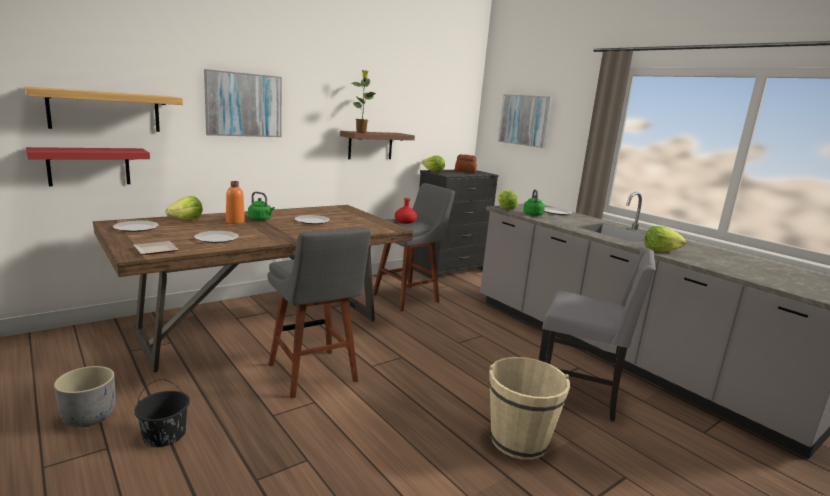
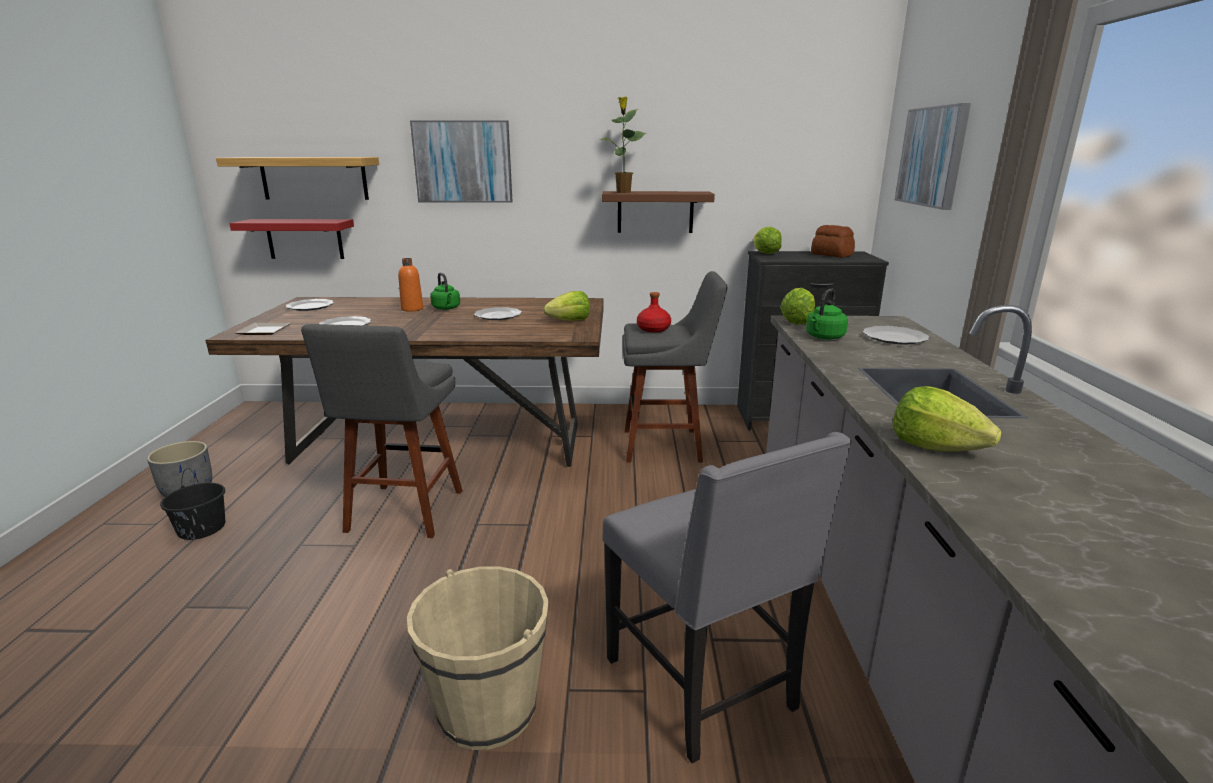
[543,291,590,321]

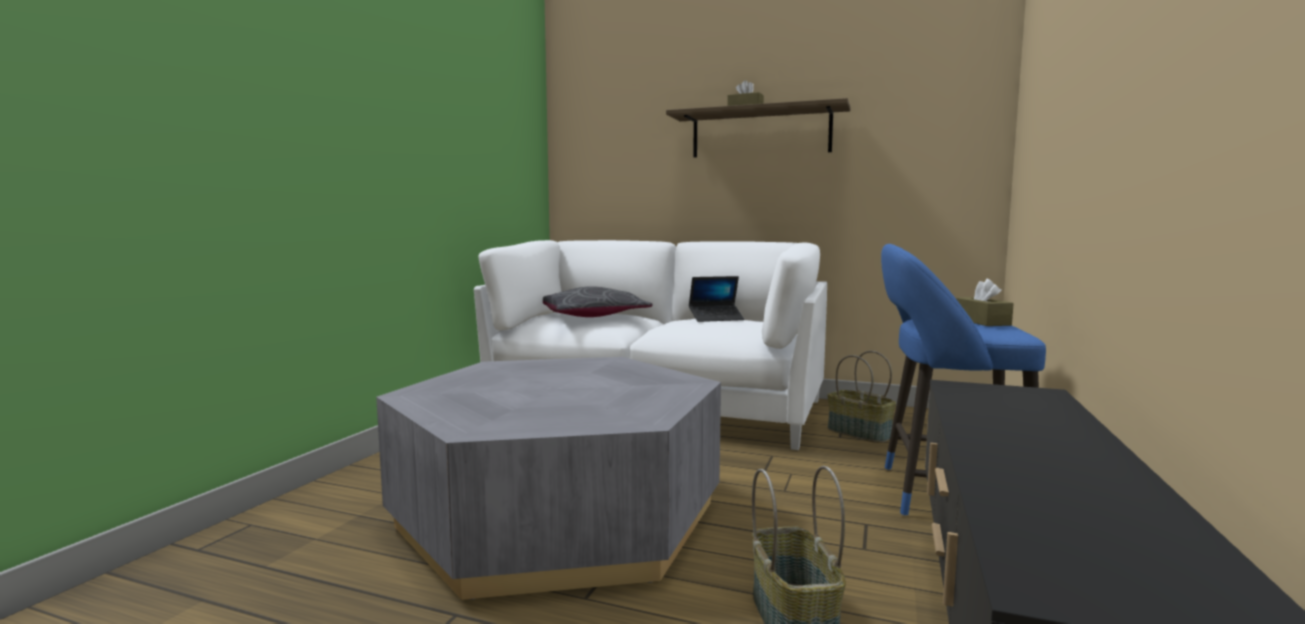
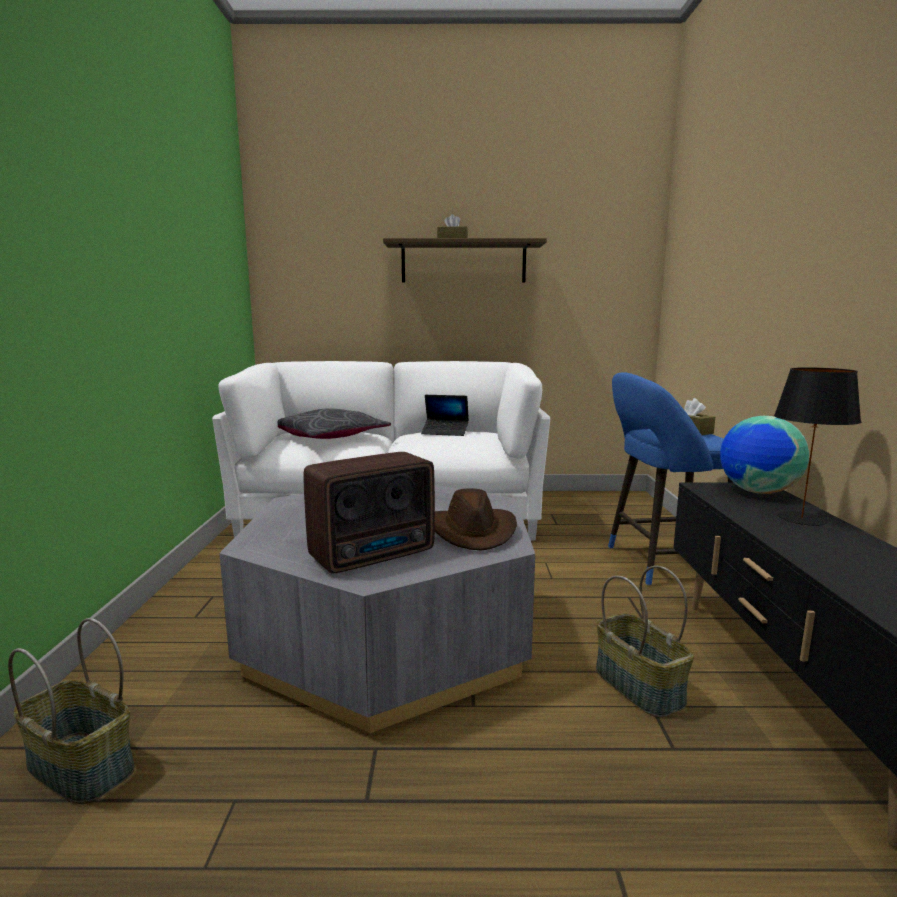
[8,618,135,804]
[303,452,435,574]
[421,395,469,436]
[435,488,517,551]
[720,416,809,494]
[774,367,861,526]

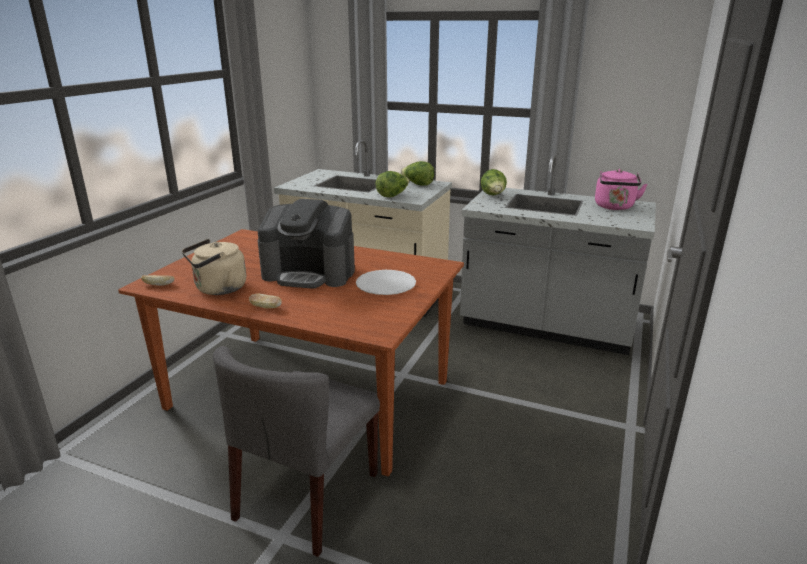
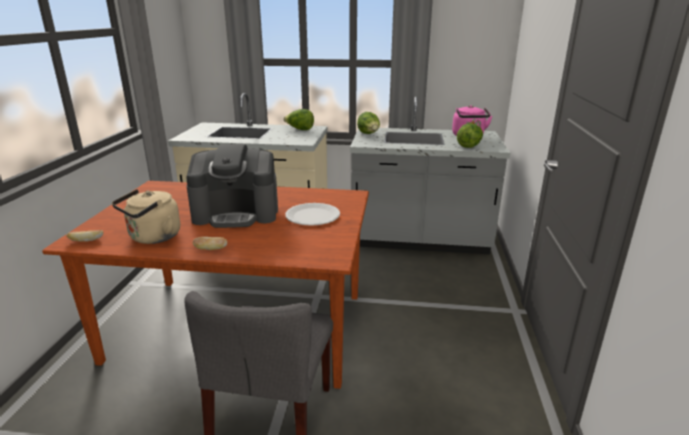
[457,123,483,148]

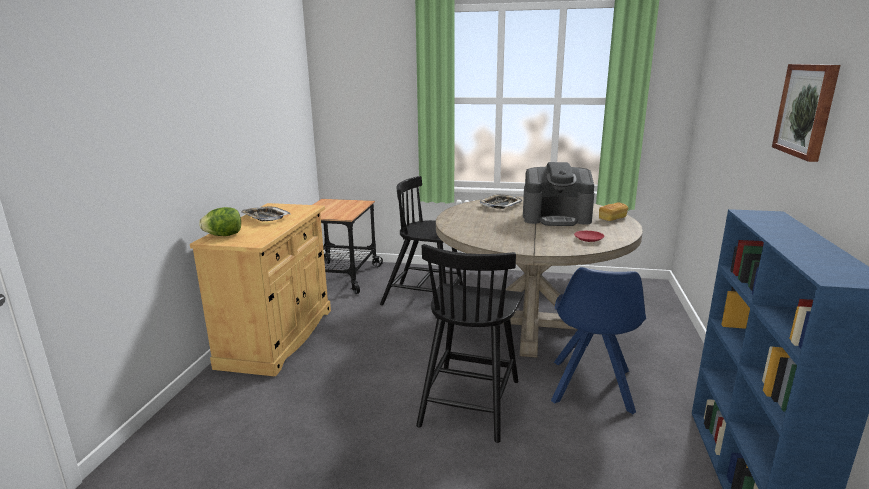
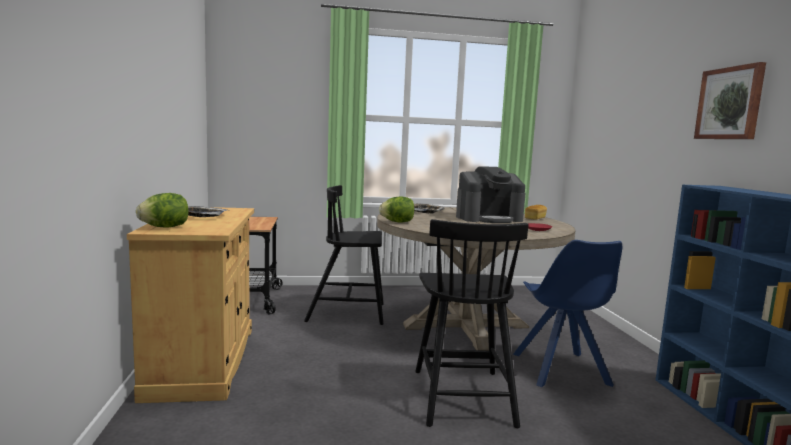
[379,197,414,223]

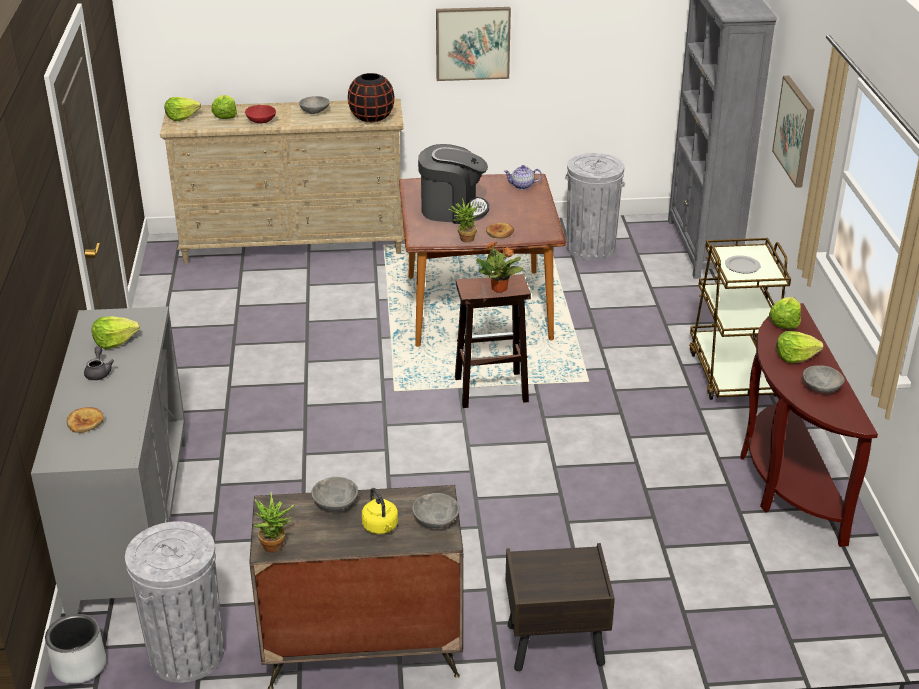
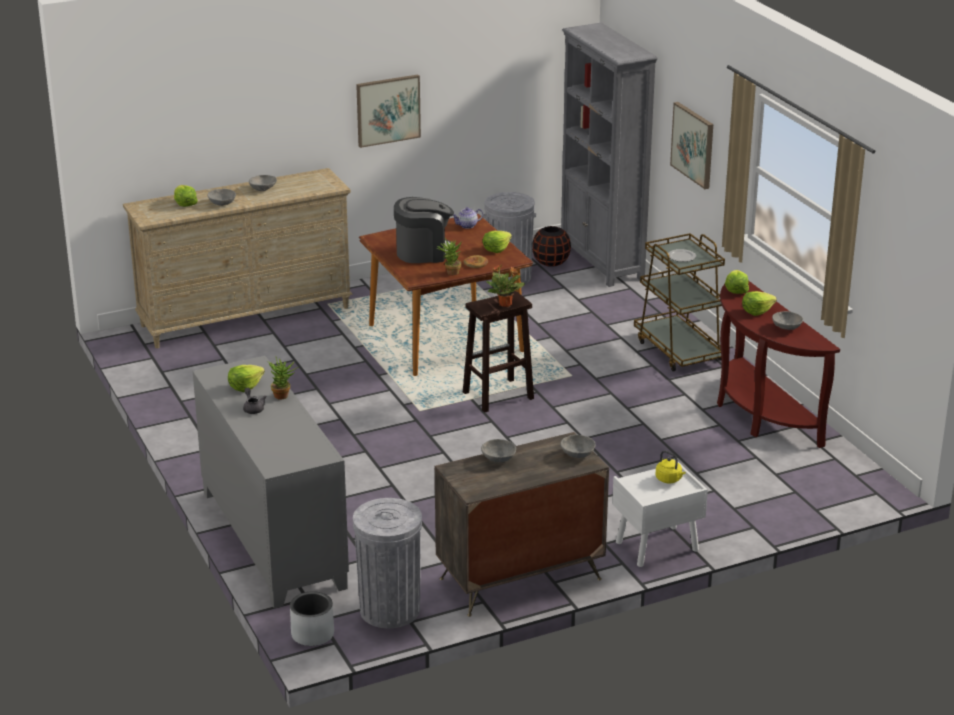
[207,189,236,206]
[268,356,299,399]
[482,231,512,253]
[532,226,571,267]
[612,462,708,567]
[656,450,686,483]
[67,407,104,433] (first image)

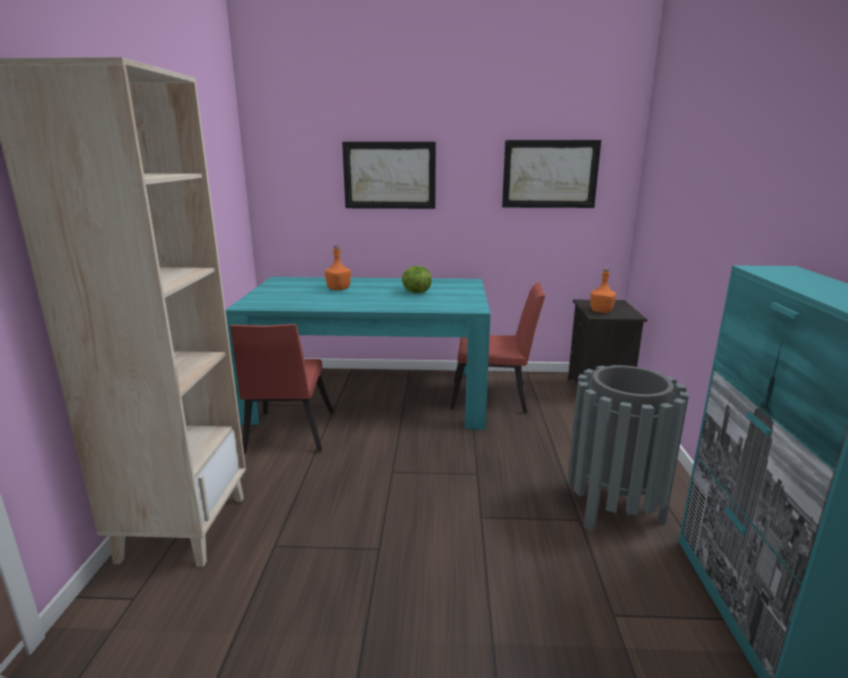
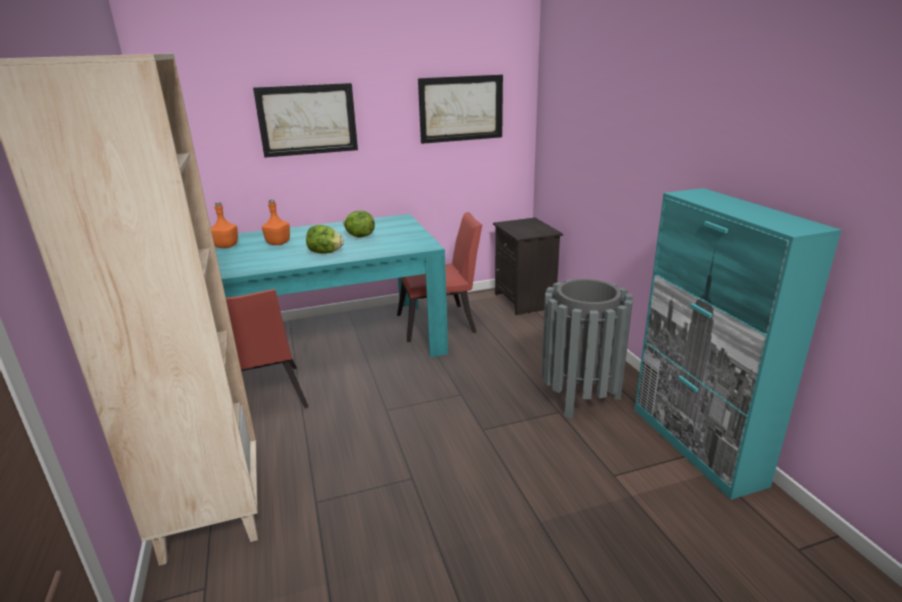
[211,202,238,248]
[306,225,344,253]

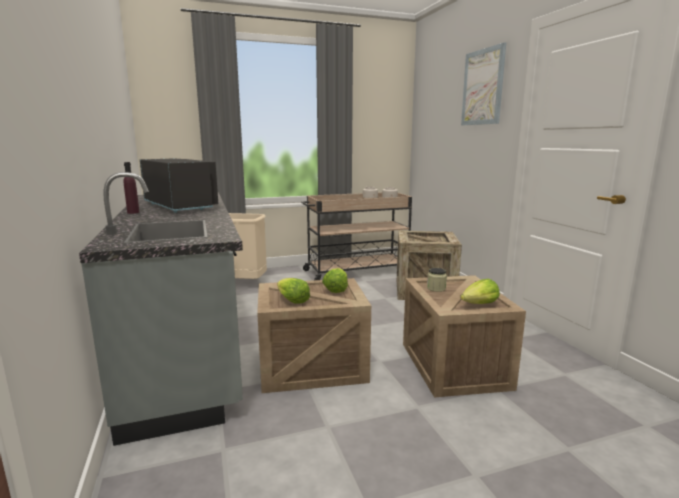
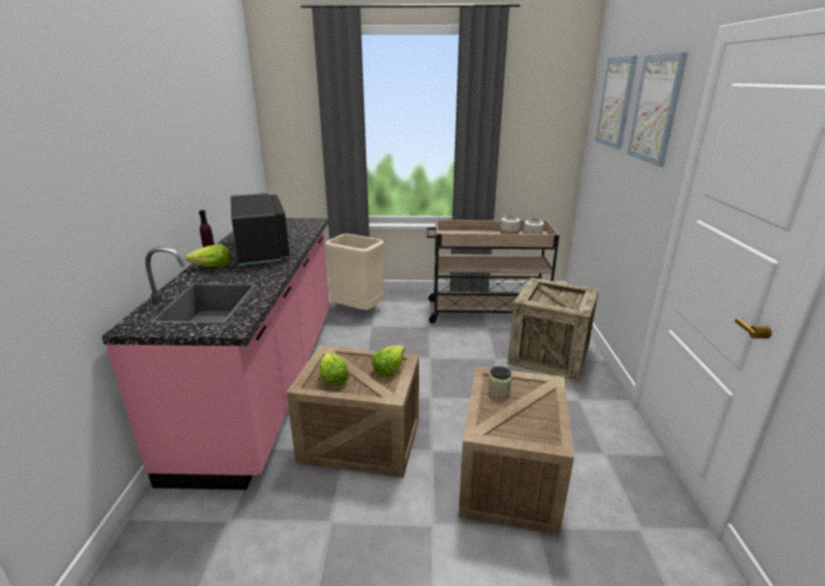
[102,218,330,490]
[185,244,231,267]
[595,55,638,150]

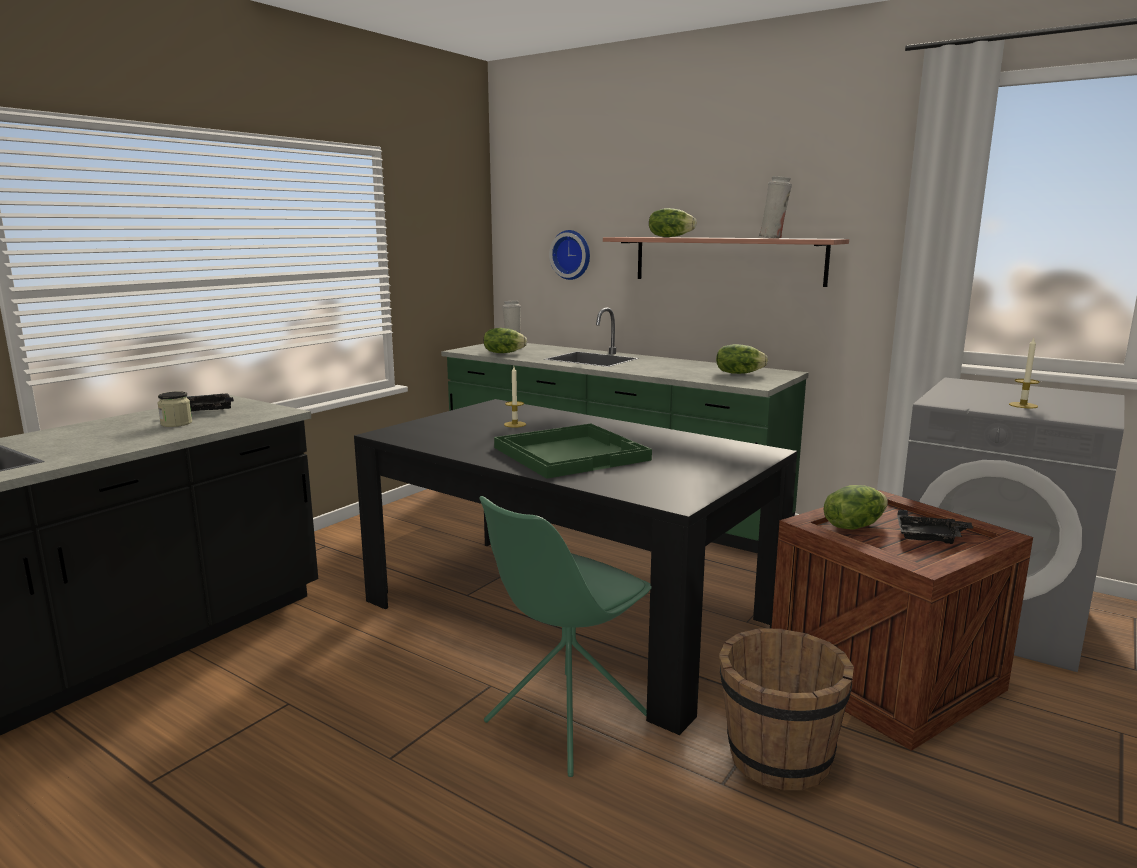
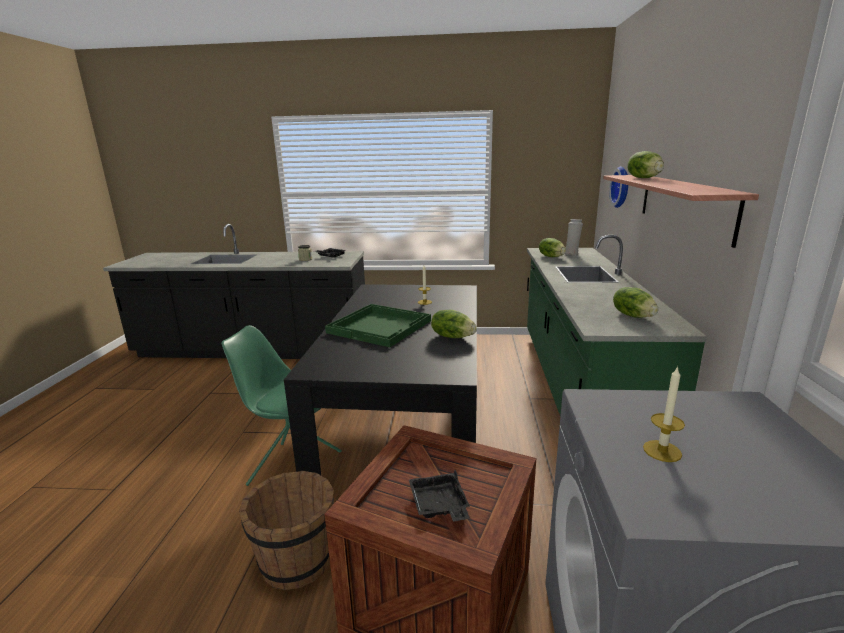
[431,310,477,338]
[759,176,792,238] (first image)

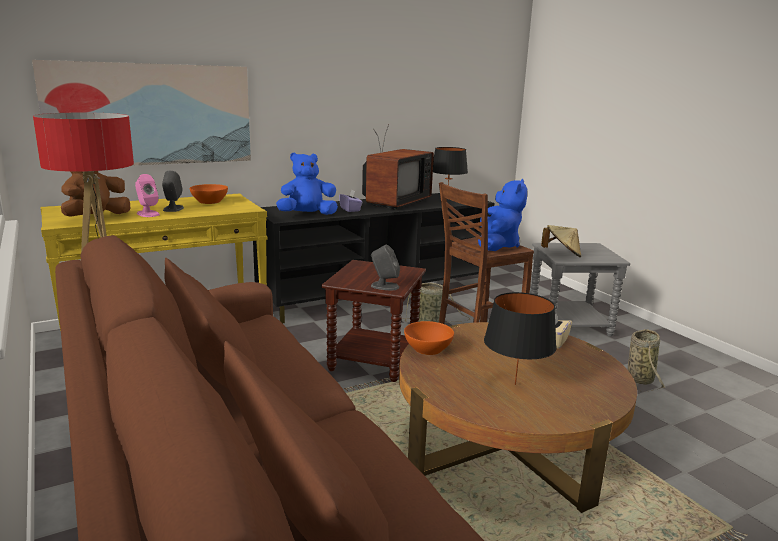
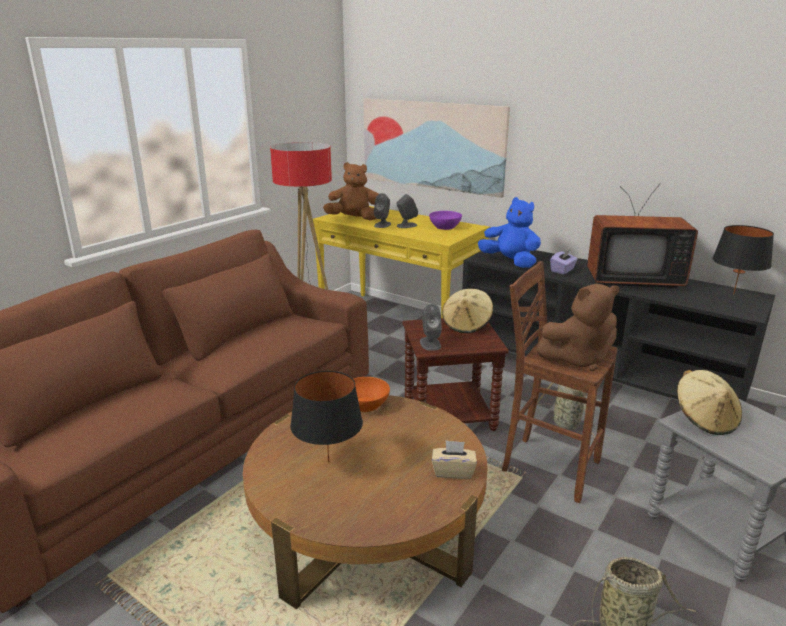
[374,193,391,228]
[429,211,462,230]
[442,289,493,333]
[536,284,619,371]

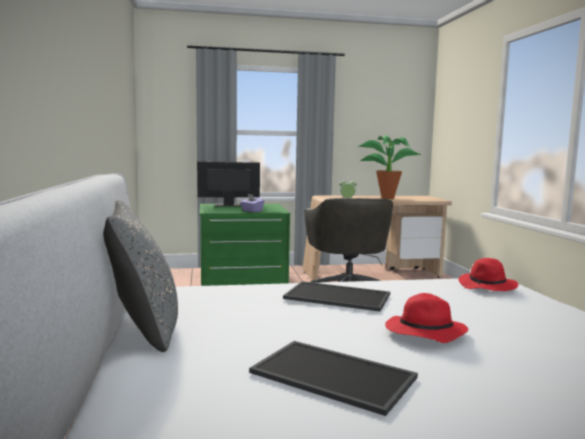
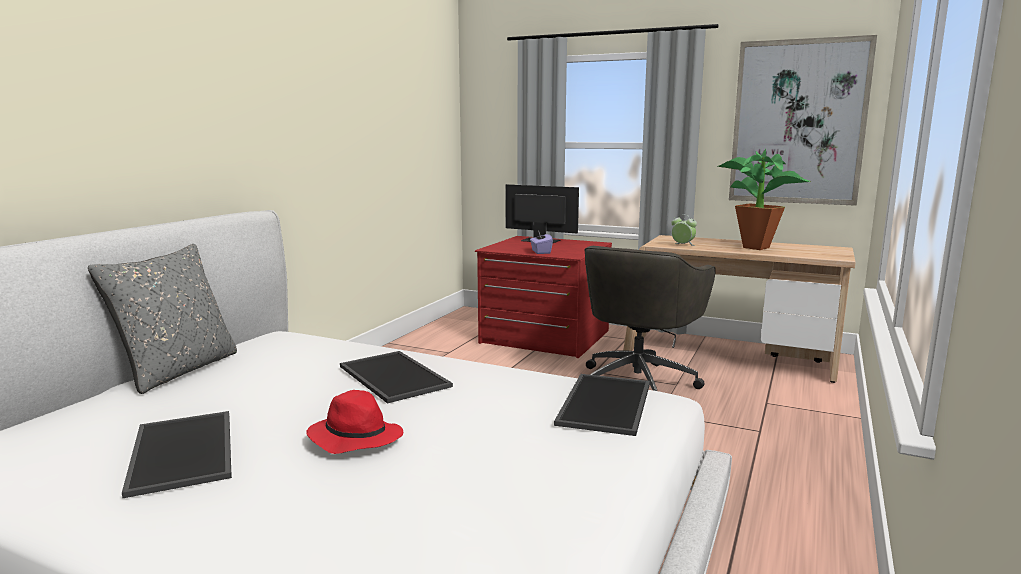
[475,236,612,358]
[554,374,650,436]
[729,35,877,206]

